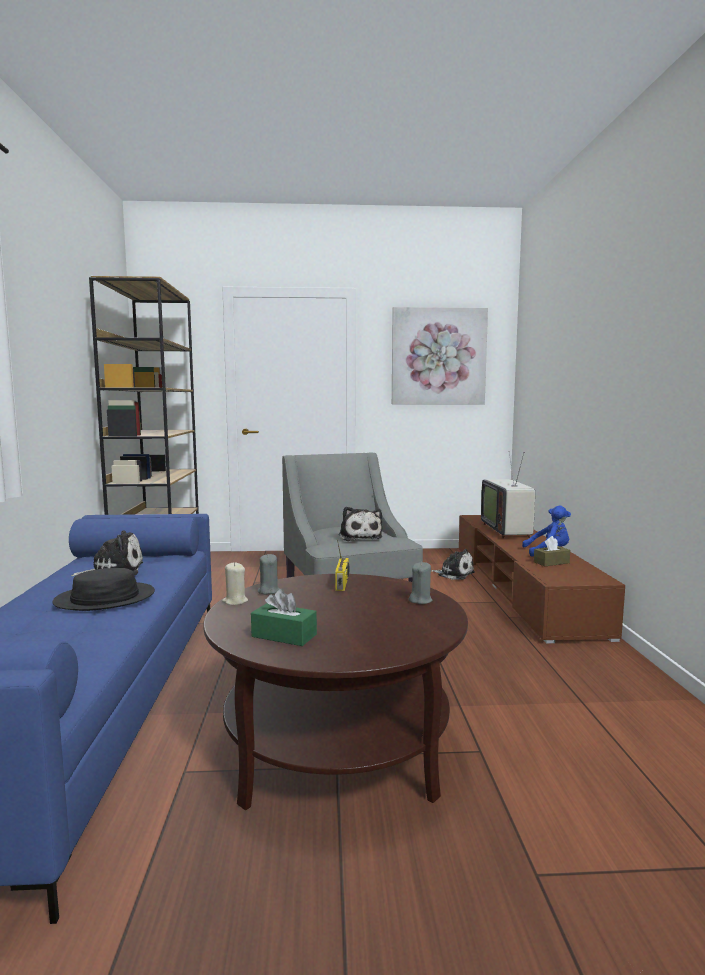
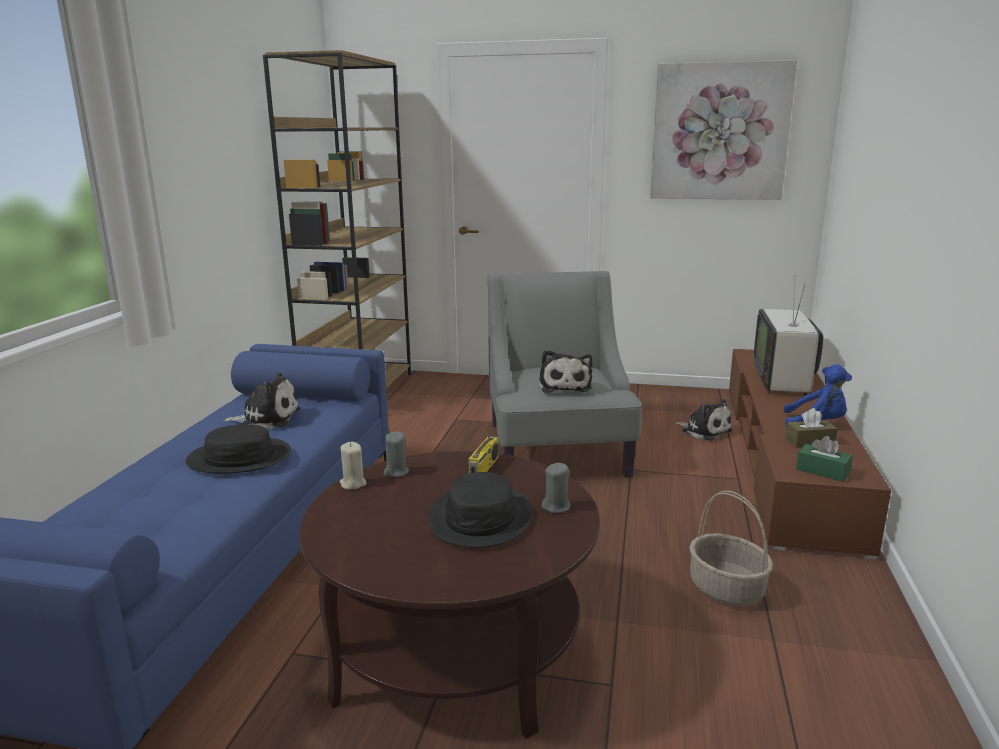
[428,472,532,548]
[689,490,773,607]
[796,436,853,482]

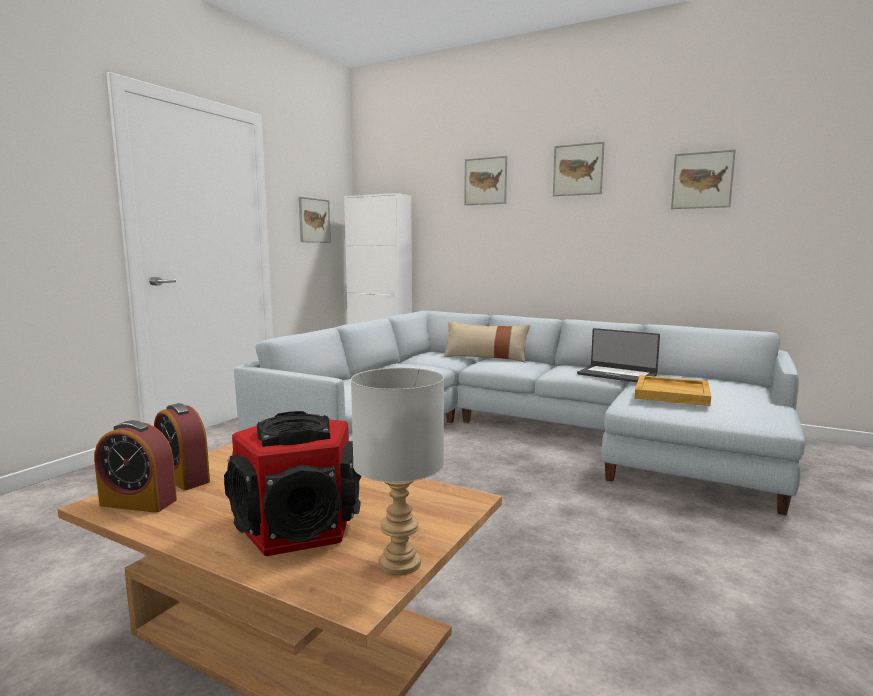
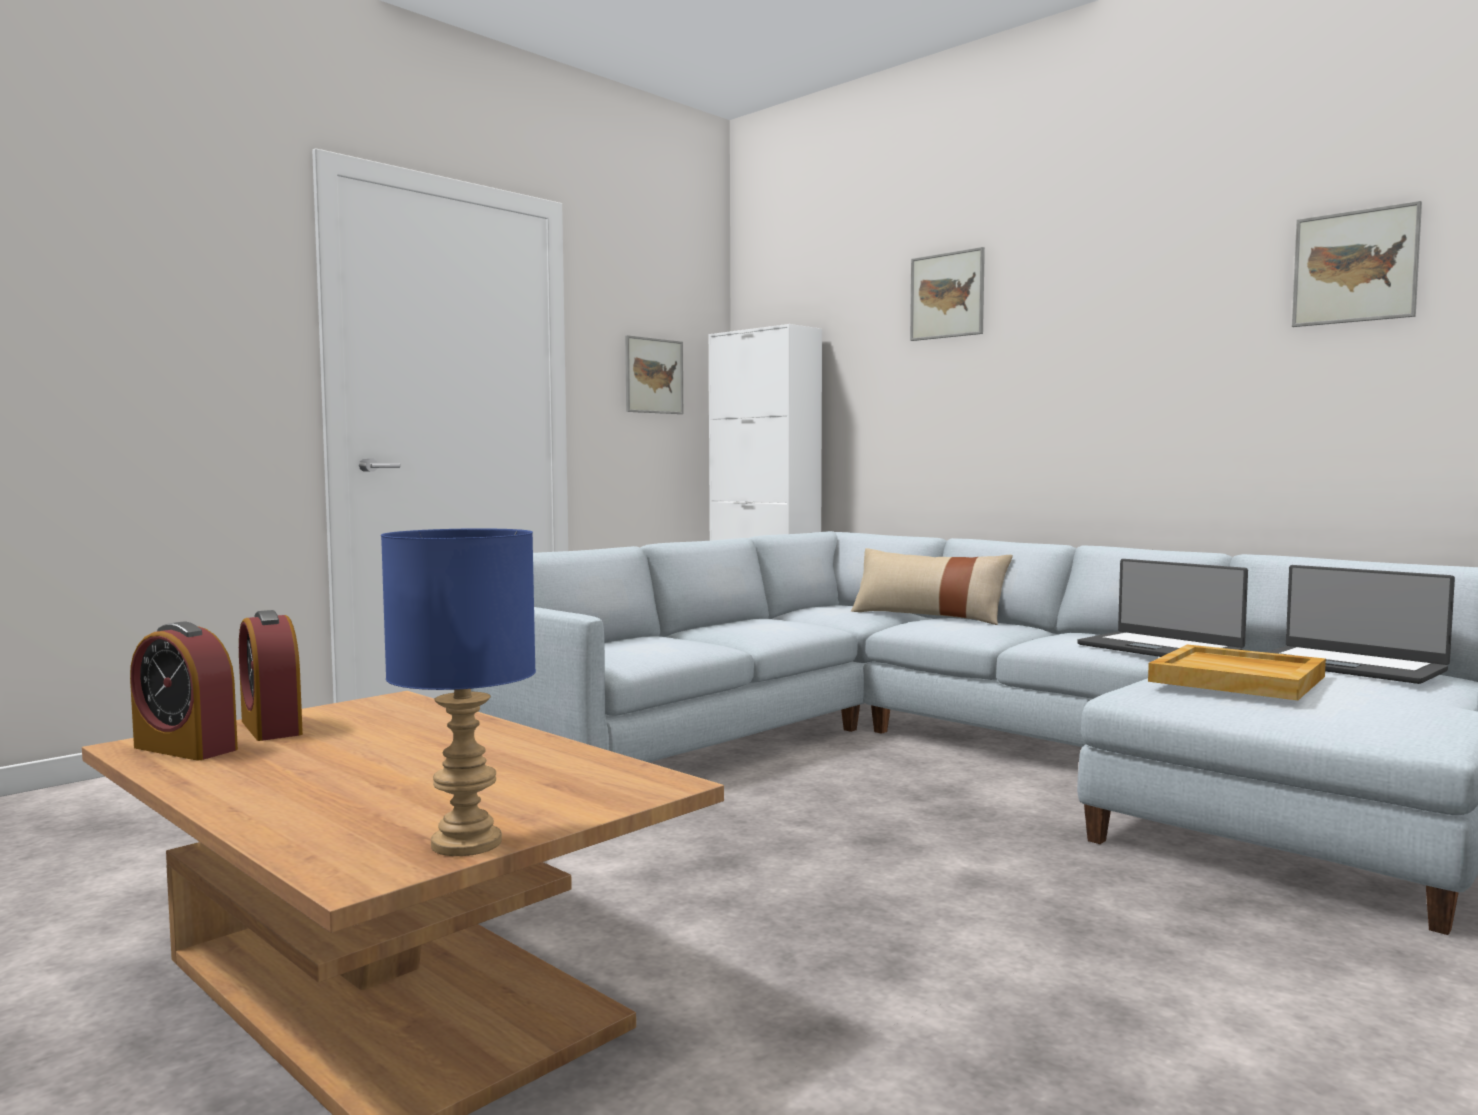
[381,528,536,856]
[1266,565,1455,684]
[224,411,362,556] (first image)
[553,142,605,196] (first image)

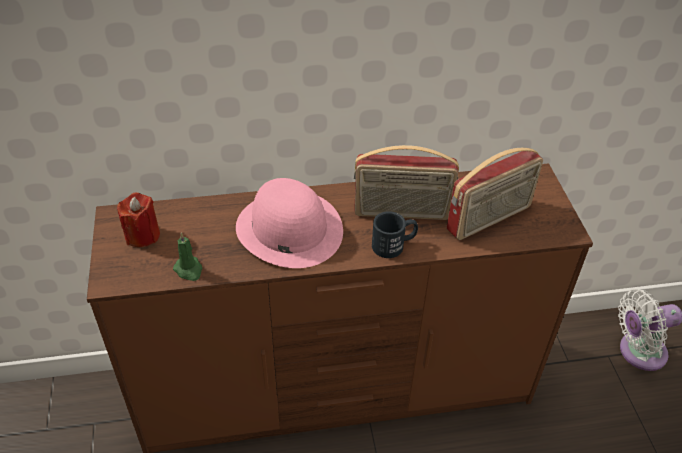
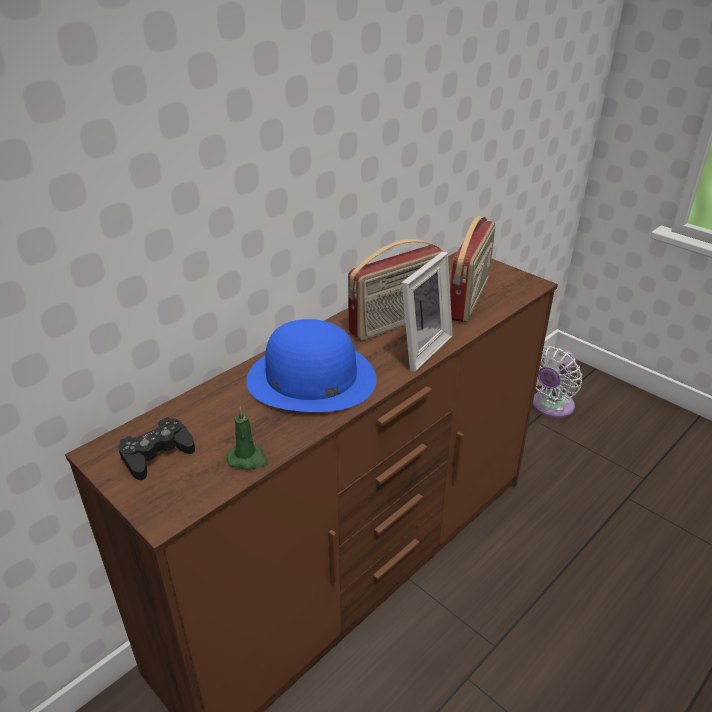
[118,417,195,480]
[246,319,377,412]
[402,251,453,372]

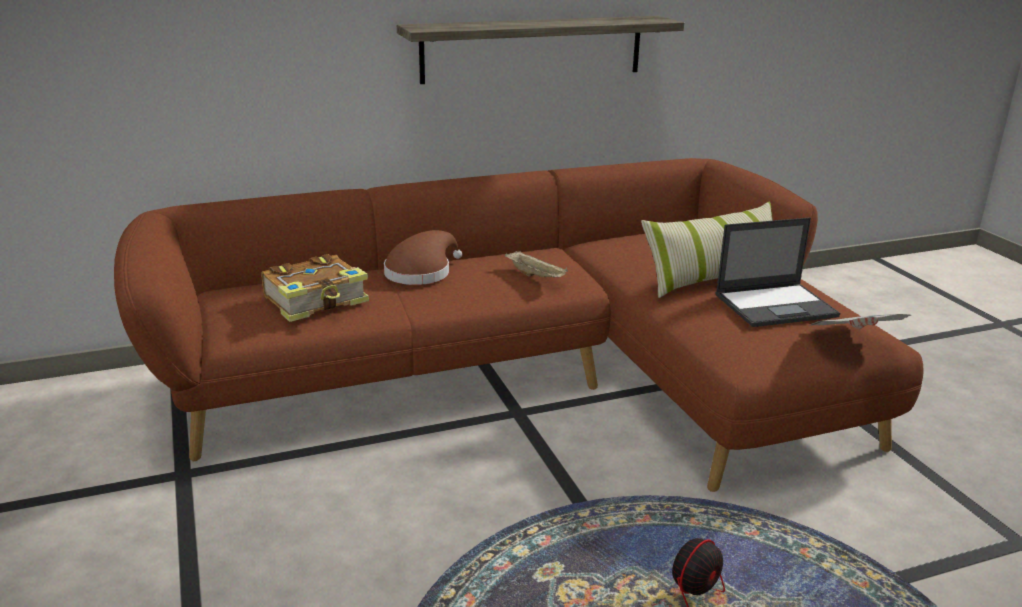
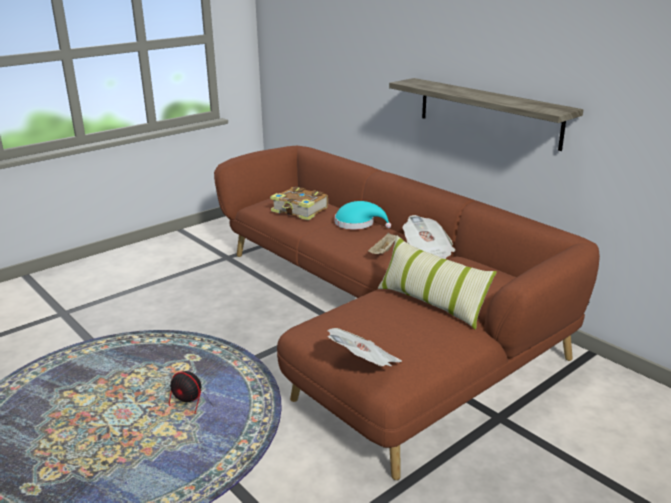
[335,201,391,230]
[403,215,455,259]
[715,217,840,327] (first image)

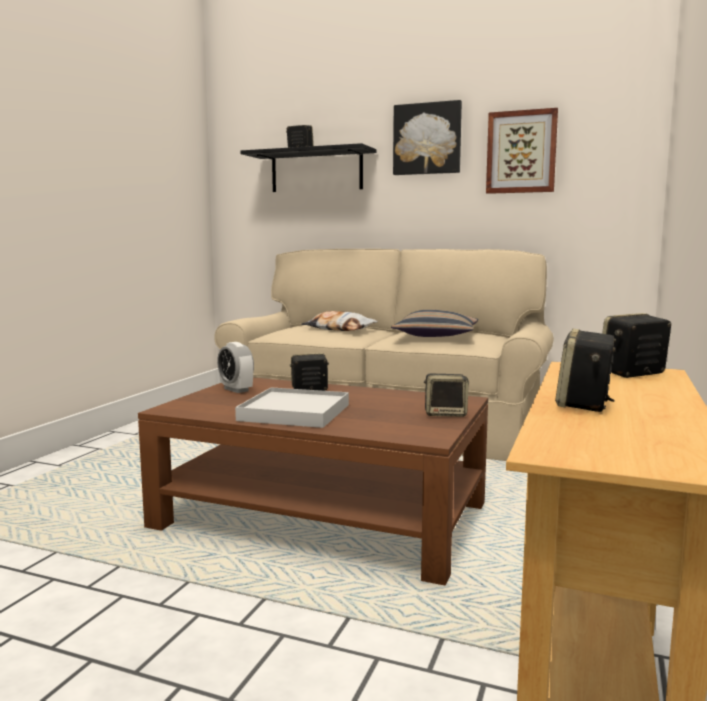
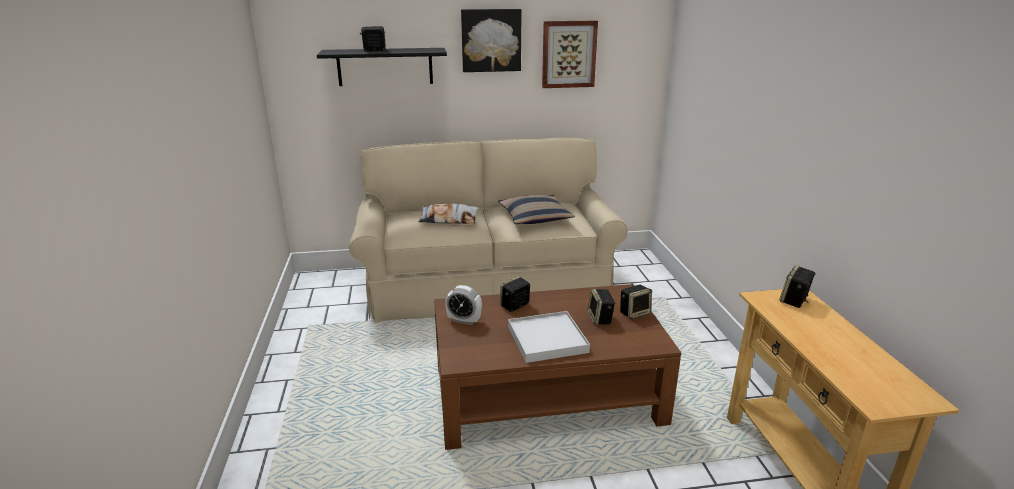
[588,289,615,325]

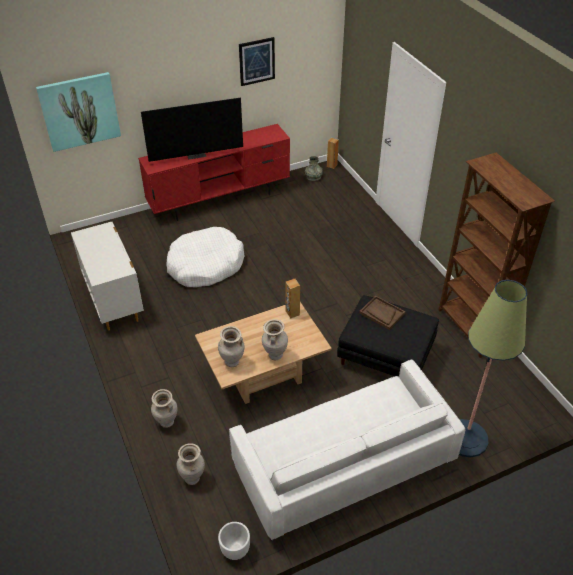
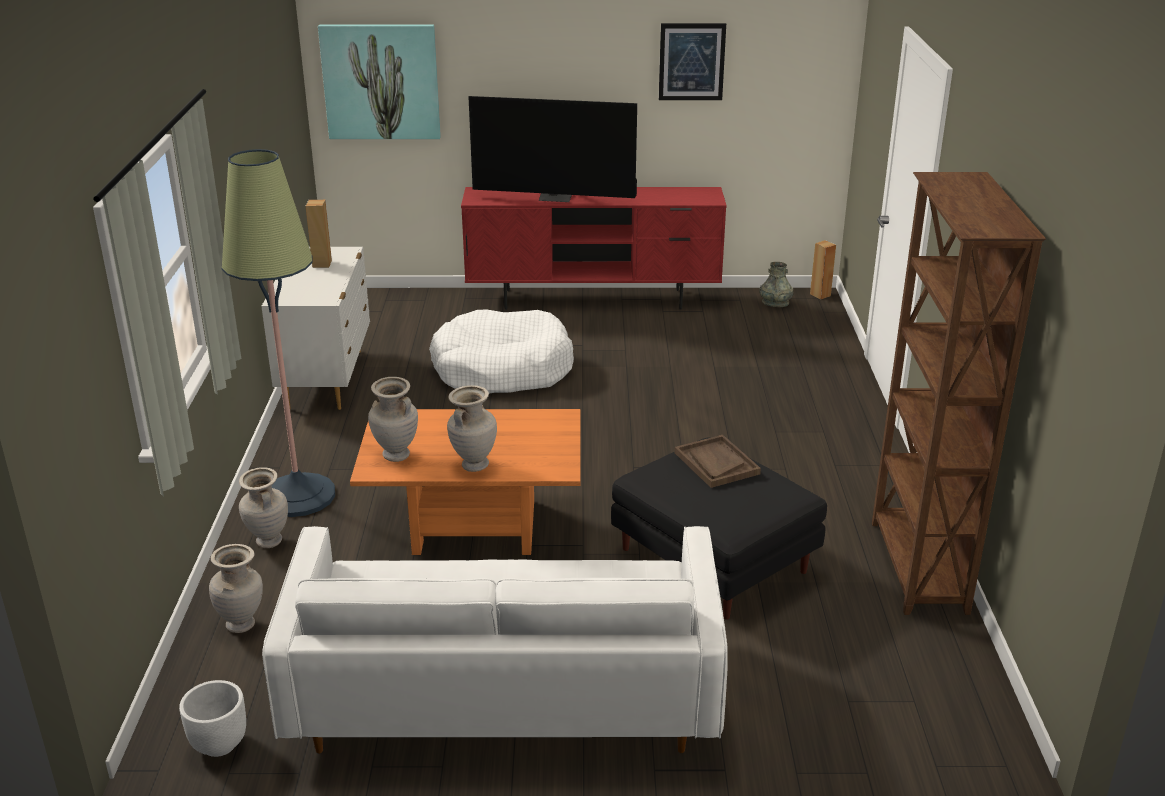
[222,149,335,517]
[305,200,332,268]
[350,409,580,555]

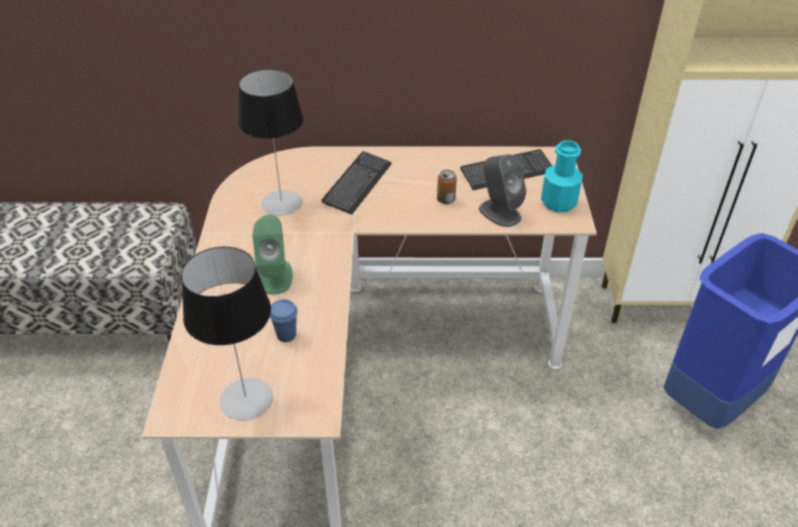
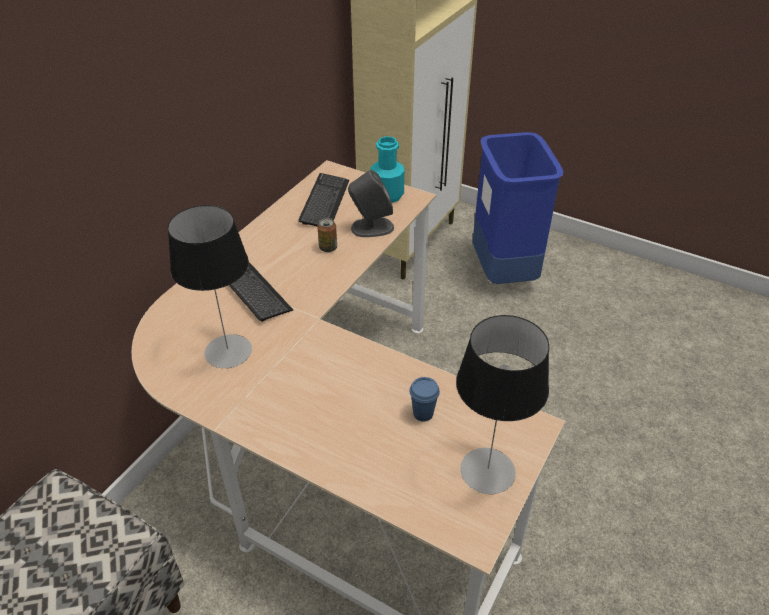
[253,215,293,295] (first image)

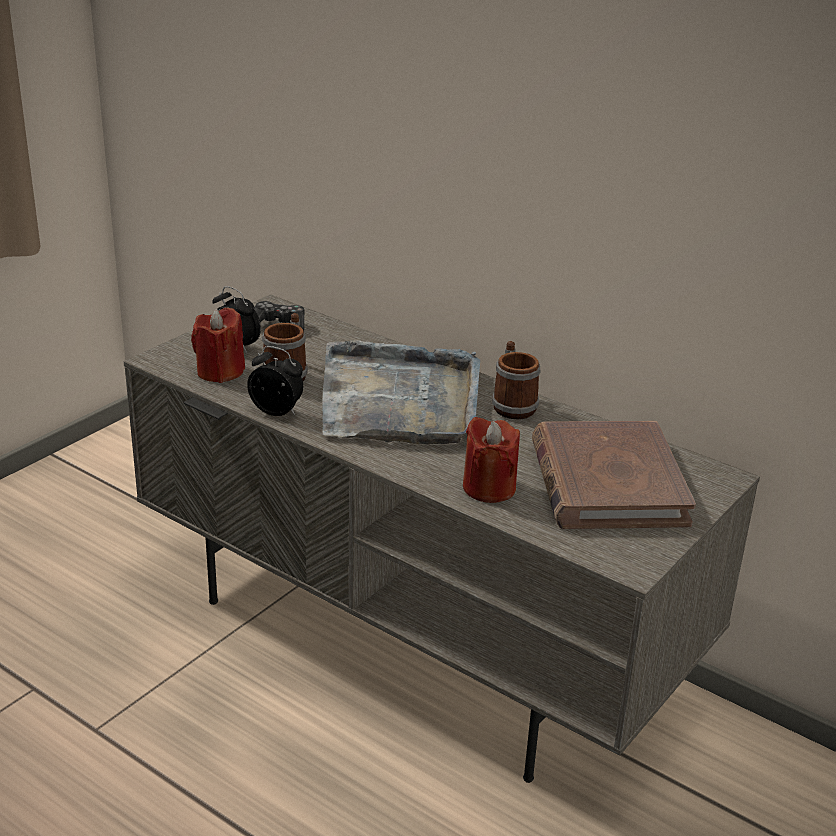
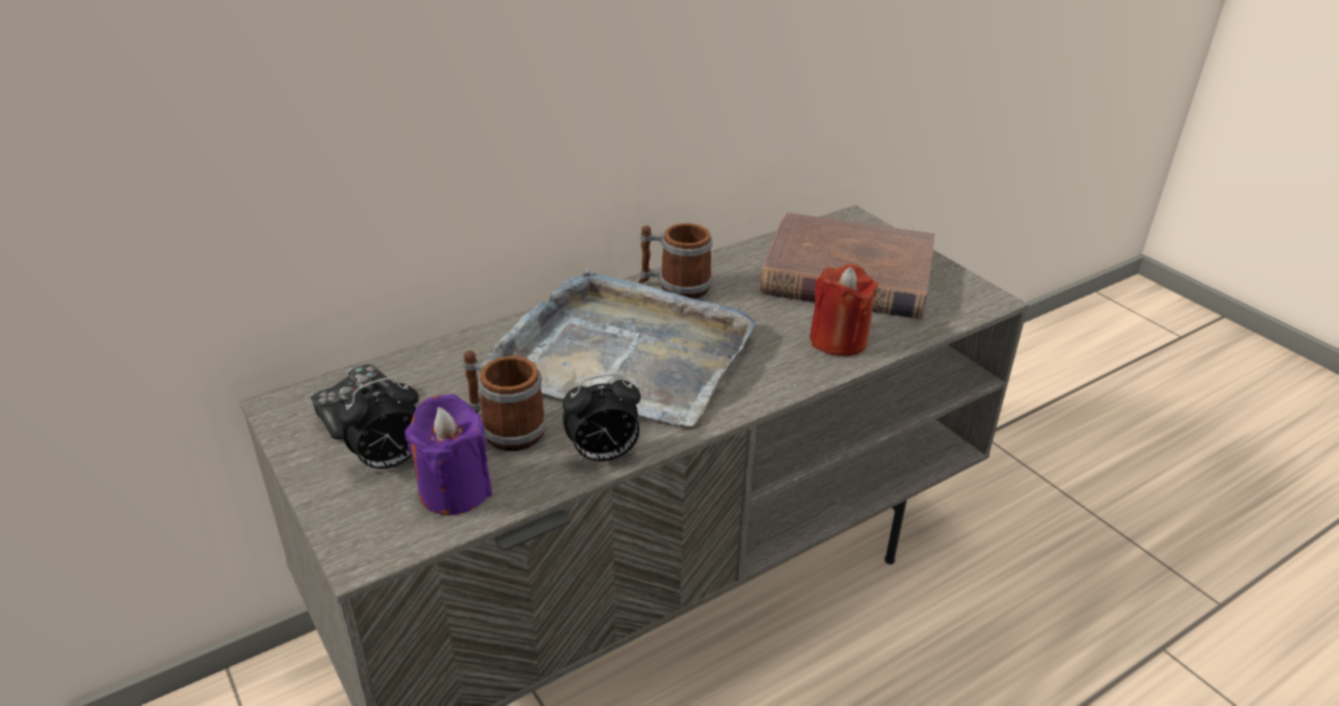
[405,394,492,515]
[563,374,641,462]

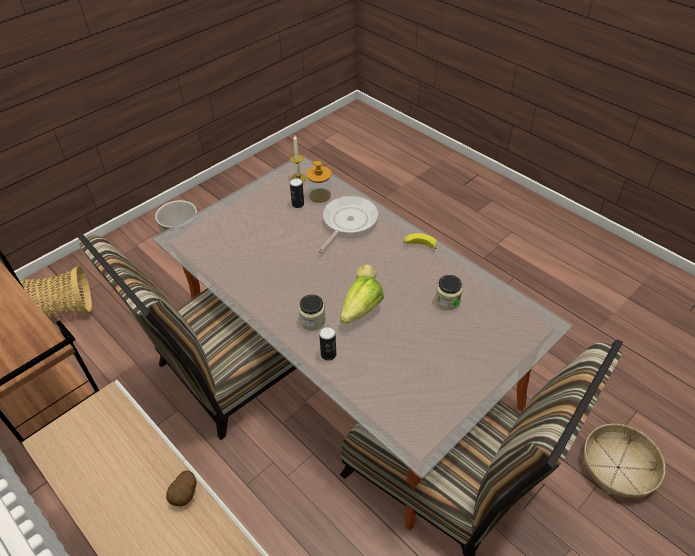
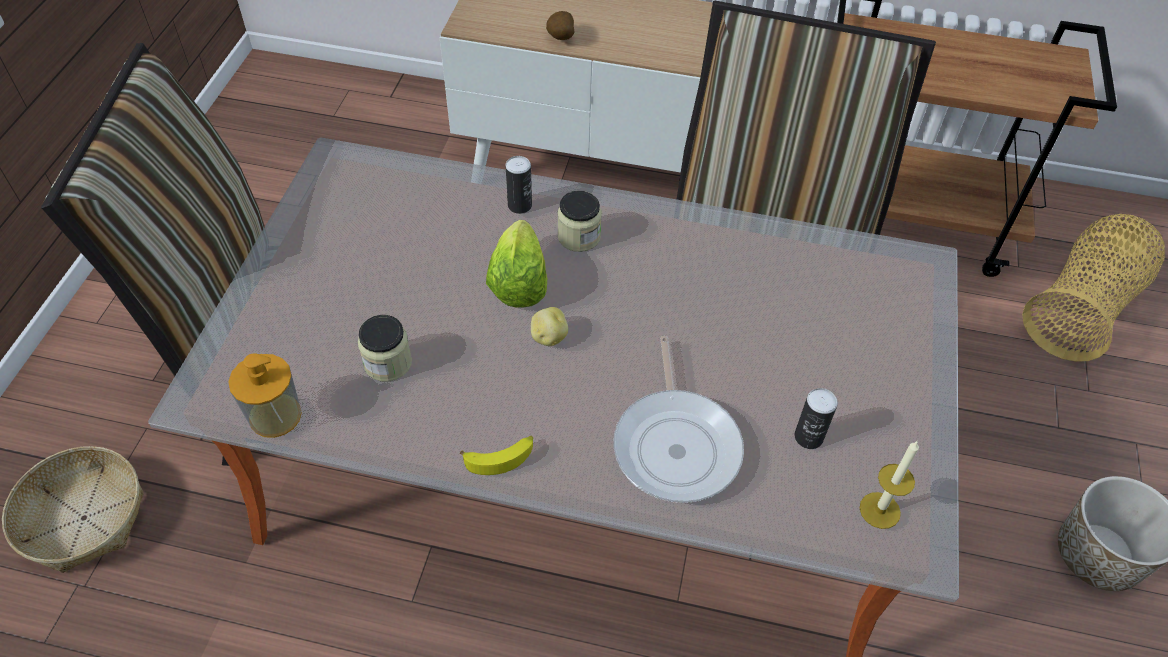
[228,353,302,438]

